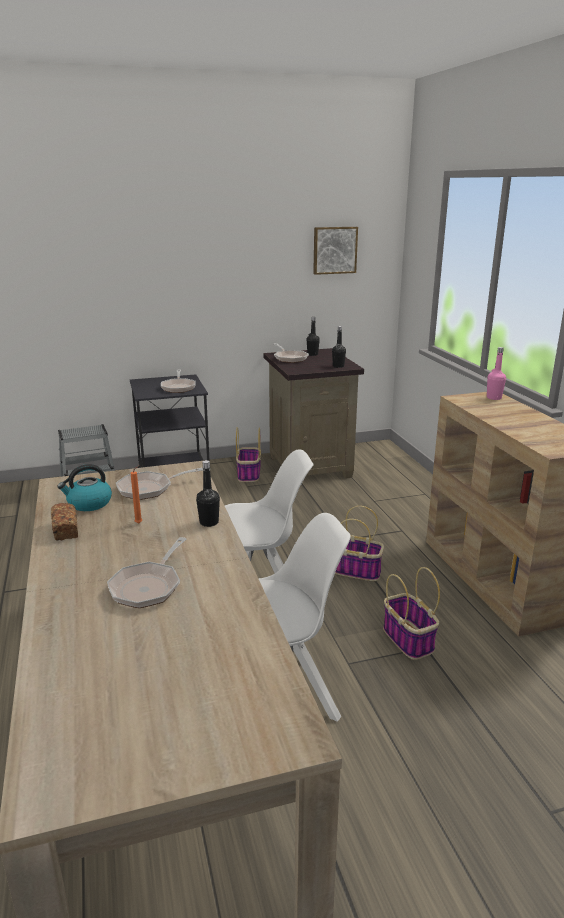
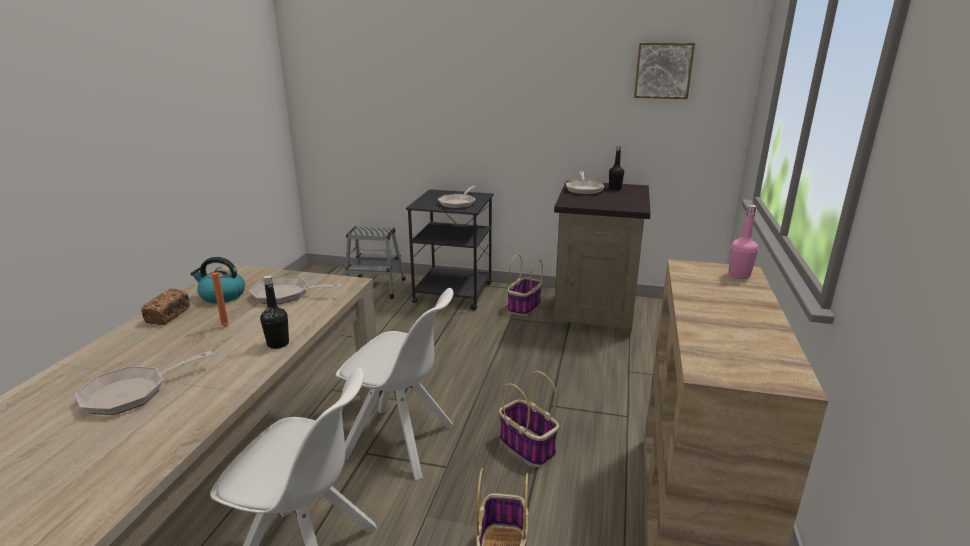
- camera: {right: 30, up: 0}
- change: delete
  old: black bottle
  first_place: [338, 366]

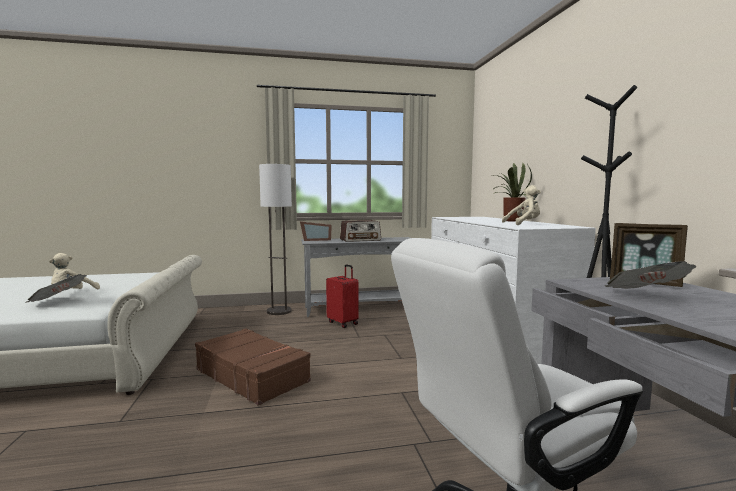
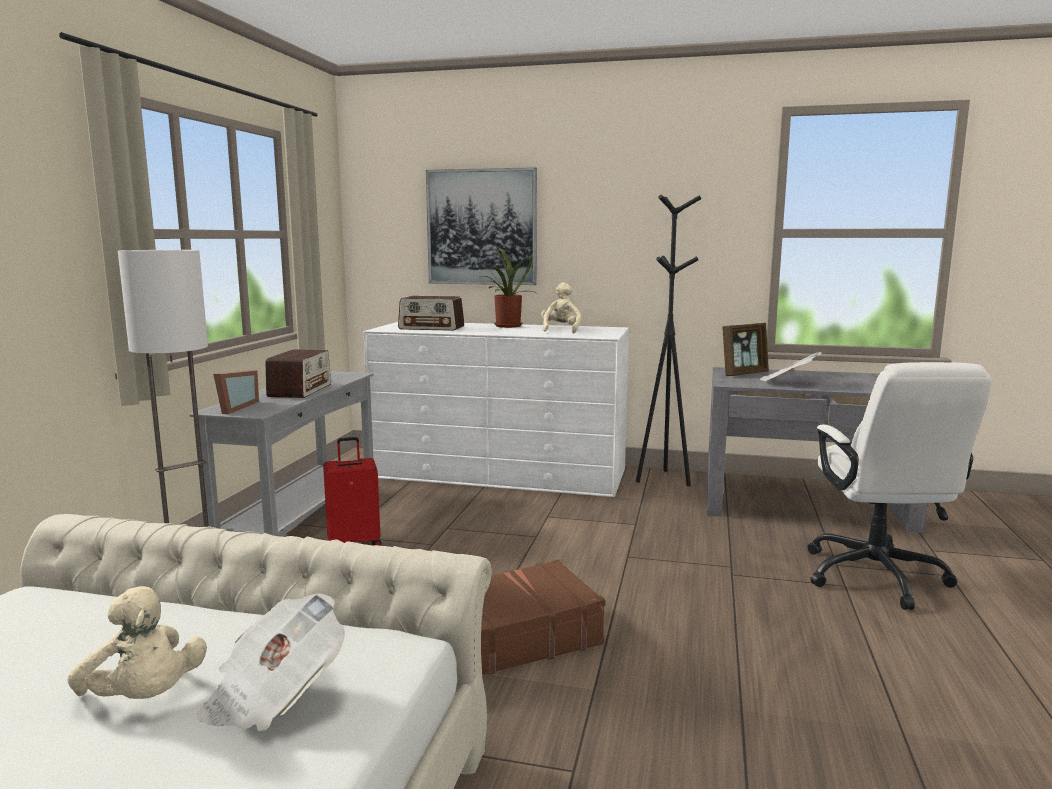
- camera: {right: -65, up: 5}
- change: insert
  new: picture
  second_place: [482, 227]
- change: insert
  new: radio
  second_place: [432, 328]

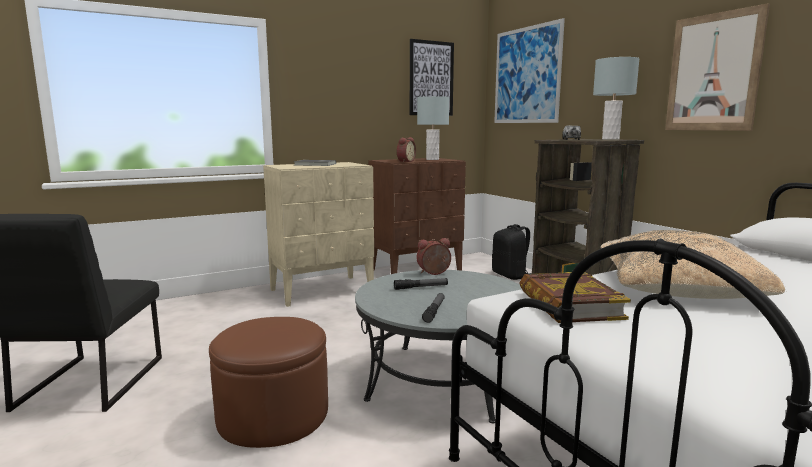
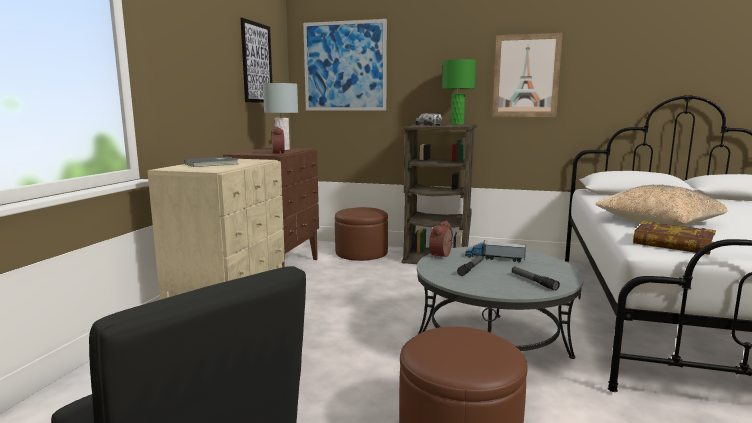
- camera: {right: -45, up: 0}
- change: recolor
  old: grey table lamp
  new: green table lamp
  first_place: [611, 139]
  second_place: [457, 124]
- change: replace
  old: black backpack
  new: brown ottoman
  first_place: [510, 275]
  second_place: [361, 253]
- change: insert
  new: toy truck
  second_place: [494, 258]

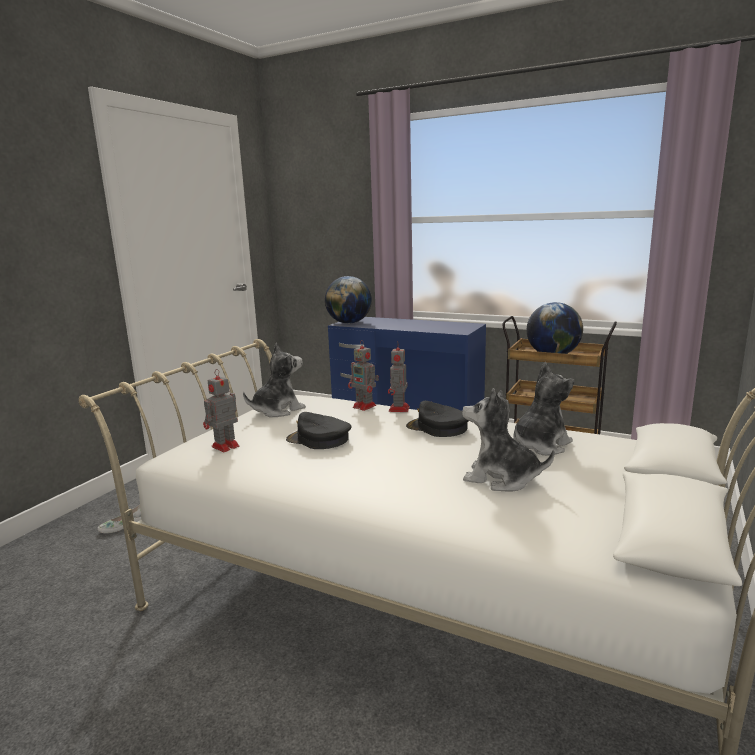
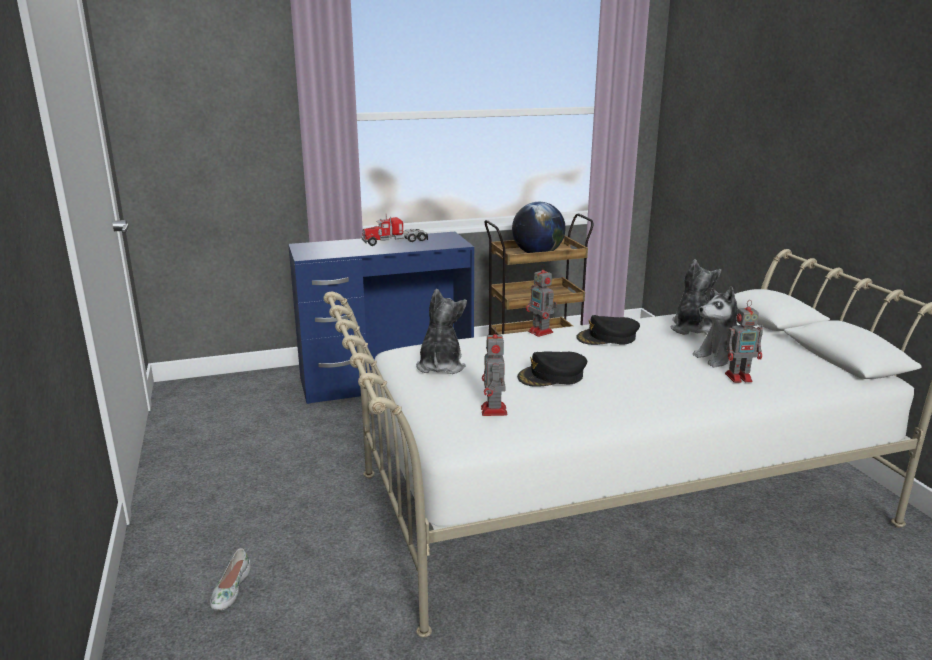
- camera: {right: -45, up: 5}
- change: delete
  old: globe
  first_place: [349, 323]
- change: move
  old: toy robot
  first_place: [365, 406]
  second_place: [739, 377]
- change: insert
  new: toy truck
  second_place: [395, 241]

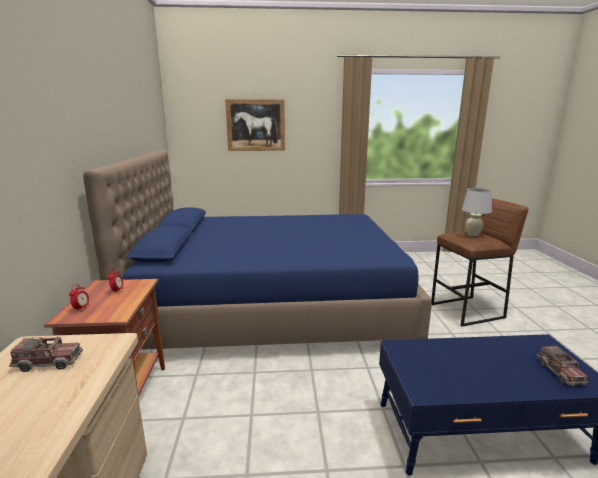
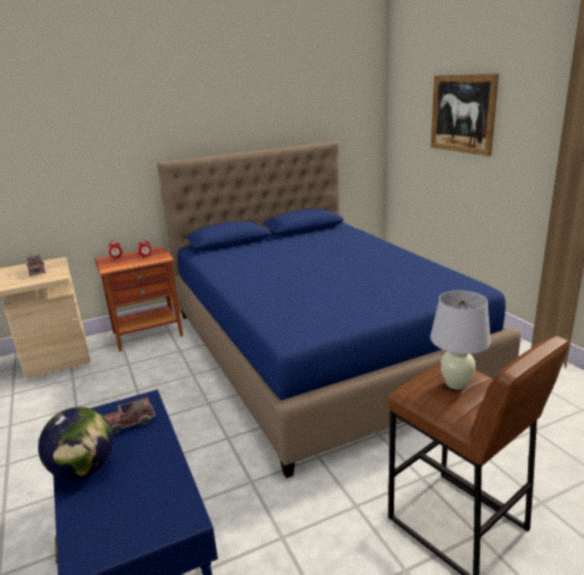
- camera: {right: 70, up: 5}
- change: move
  old: toy truck
  first_place: [560, 372]
  second_place: [130, 422]
- change: insert
  new: globe
  second_place: [84, 470]

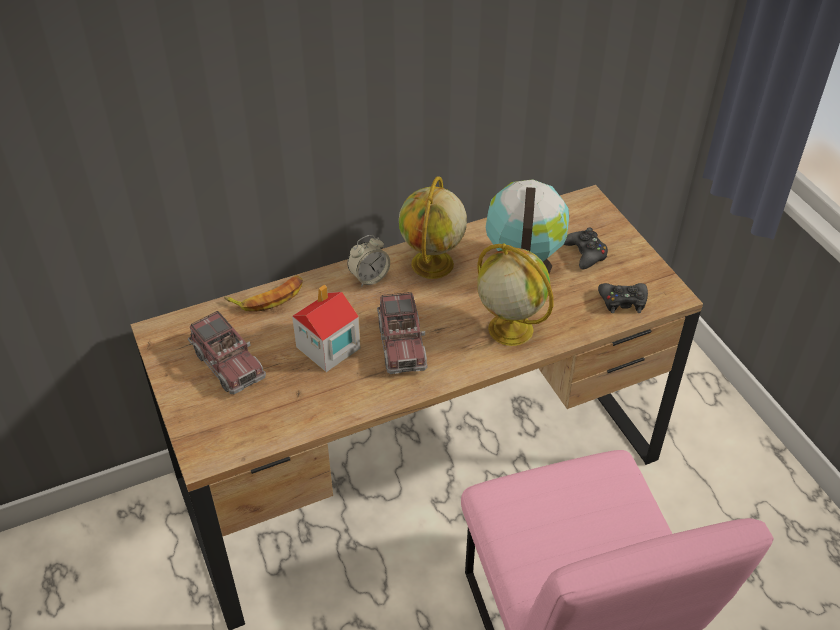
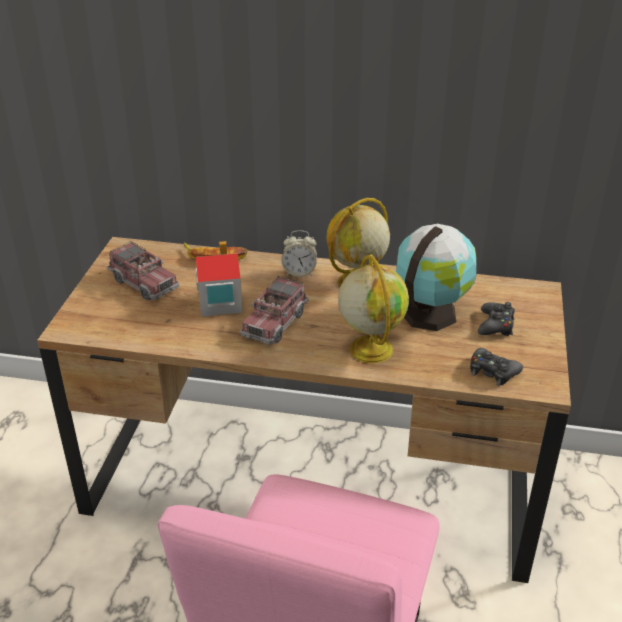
- camera: {right: 35, up: -10}
- change: rotate
  old: toy truck
  first_place: [228, 363]
  second_place: [144, 283]
  degrees: -45

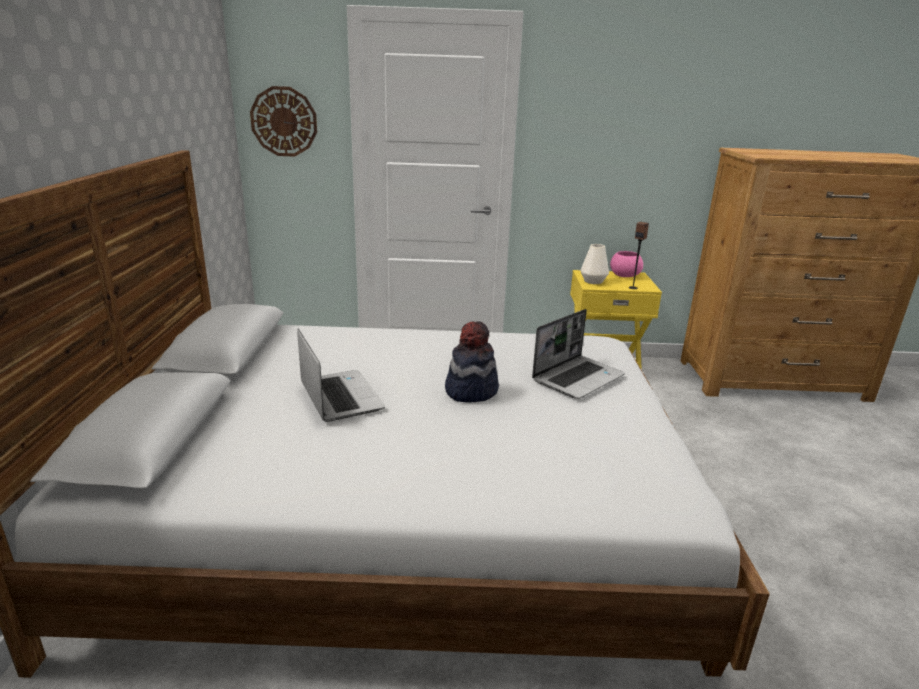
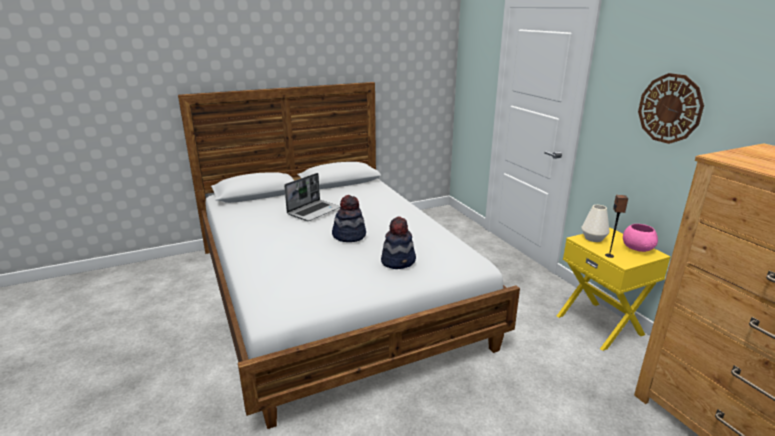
- camera: {right: 65, up: 0}
- change: move
  old: wall clock
  first_place: [284, 121]
  second_place: [670, 108]
- change: replace
  old: laptop
  new: hat
  first_place: [578, 378]
  second_place: [398, 261]

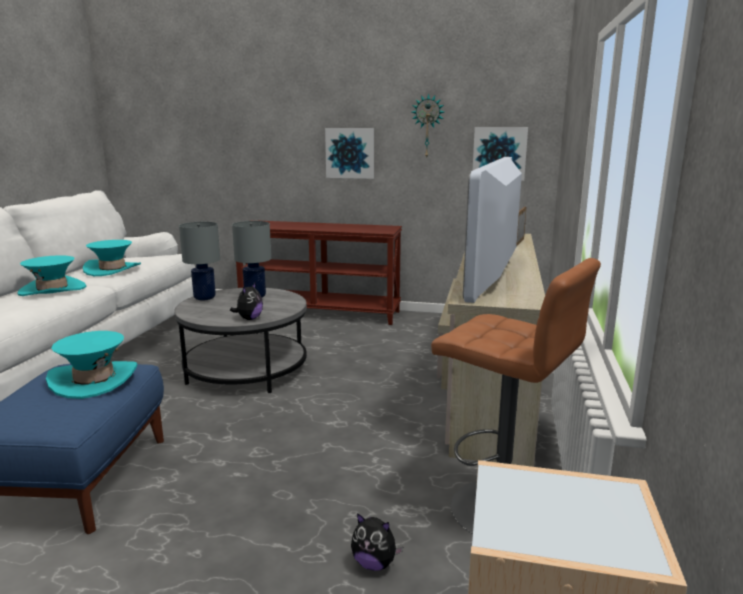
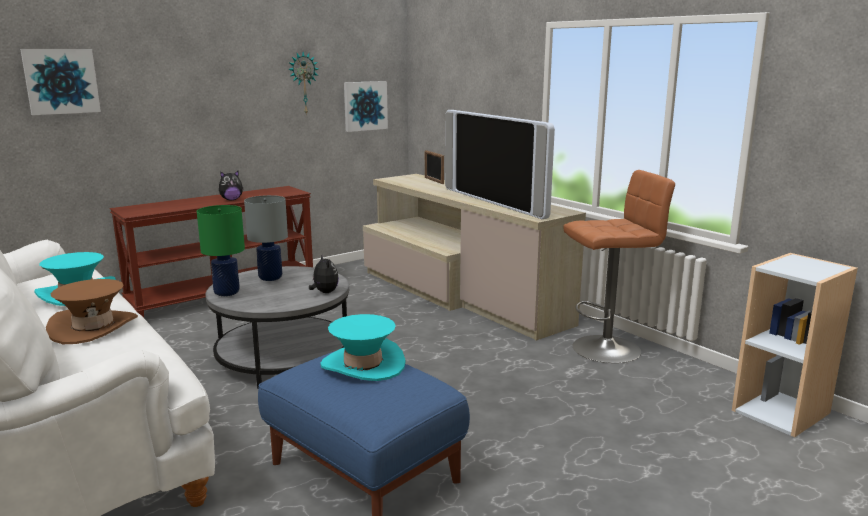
- camera: {right: -50, up: 0}
- change: move
  old: picture
  first_place: [350, 153]
  second_place: [61, 81]
- change: recolor
  old: grey table lamp
  new: green table lamp
  first_place: [205, 298]
  second_place: [227, 294]
- change: recolor
  old: turquoise hat
  new: brown hat
  first_place: [52, 290]
  second_place: [93, 327]
- change: move
  old: plush toy
  first_place: [374, 563]
  second_place: [231, 200]

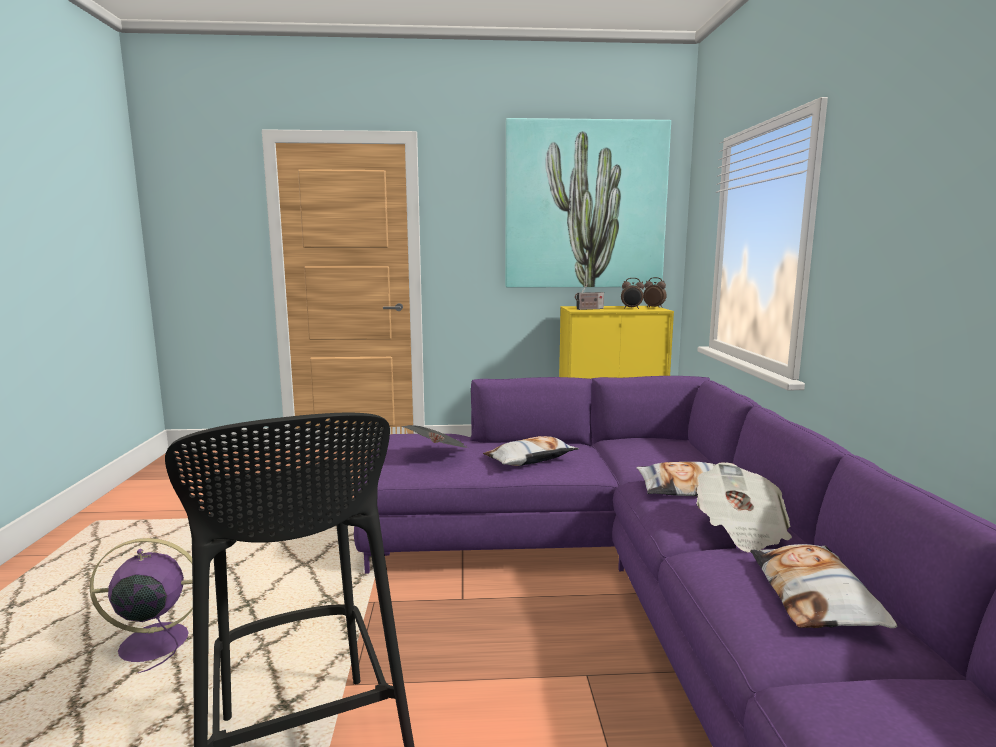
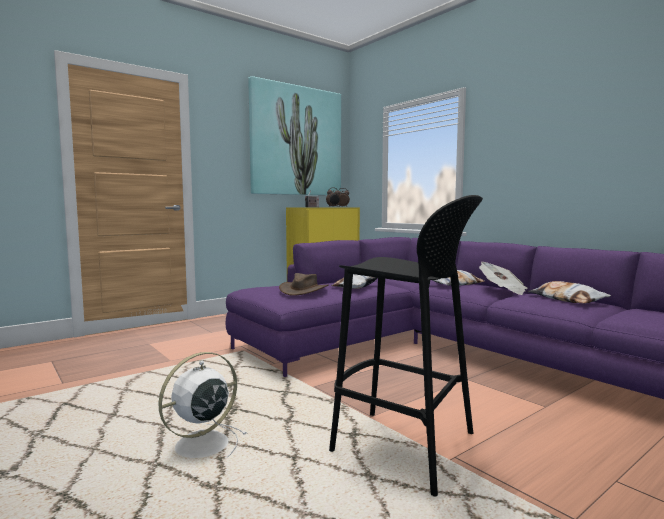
- camera: {right: -35, up: -5}
- change: replace
  old: newspaper
  new: brown hat
  first_place: [438, 454]
  second_place: [303, 290]
- change: recolor
  old: purple fan
  new: white fan
  first_place: [150, 643]
  second_place: [199, 446]

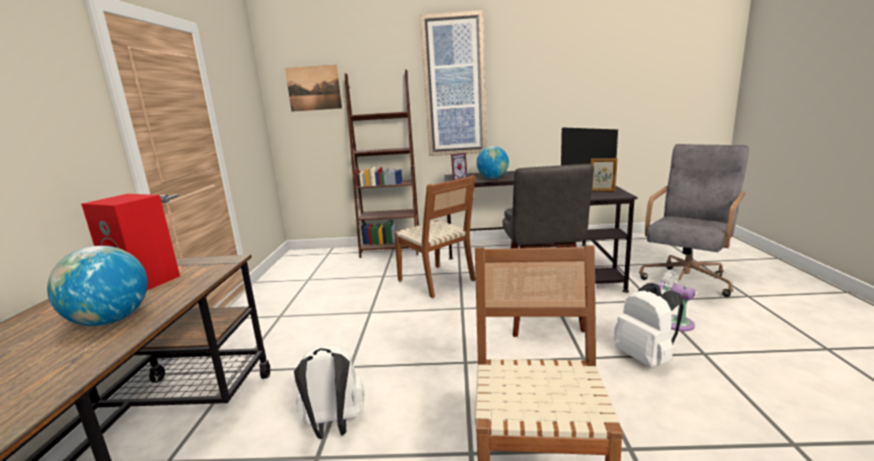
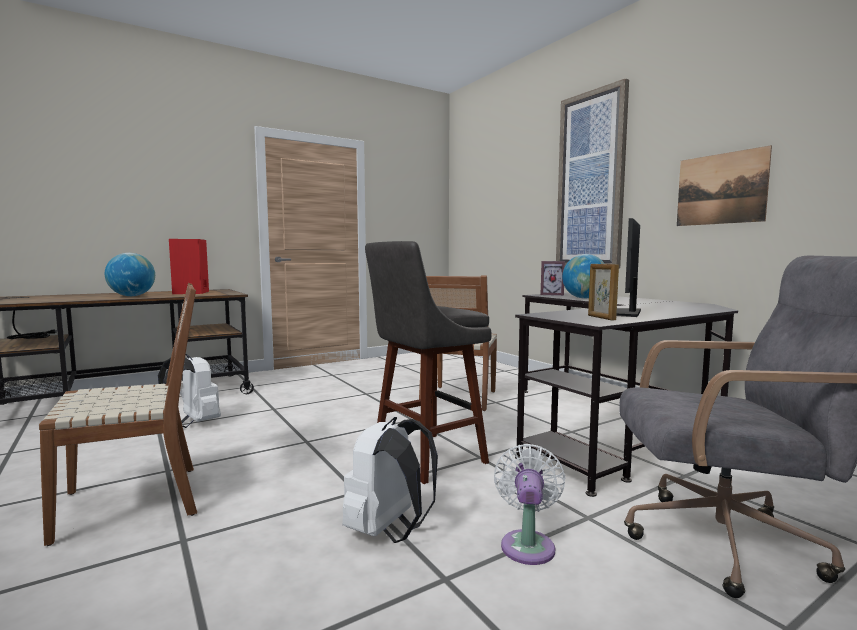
- camera: {right: 55, up: -10}
- change: move
  old: picture
  first_place: [314, 88]
  second_place: [720, 189]
- change: delete
  old: brown bookcase
  first_place: [390, 250]

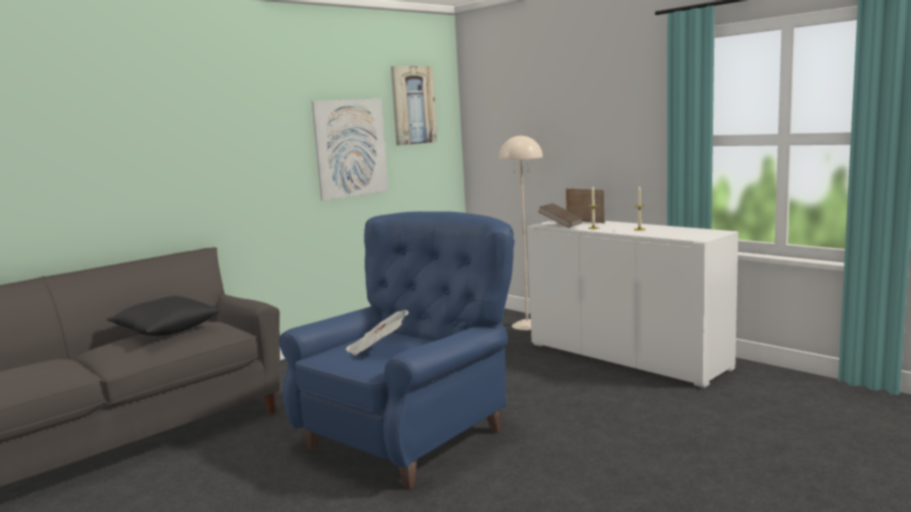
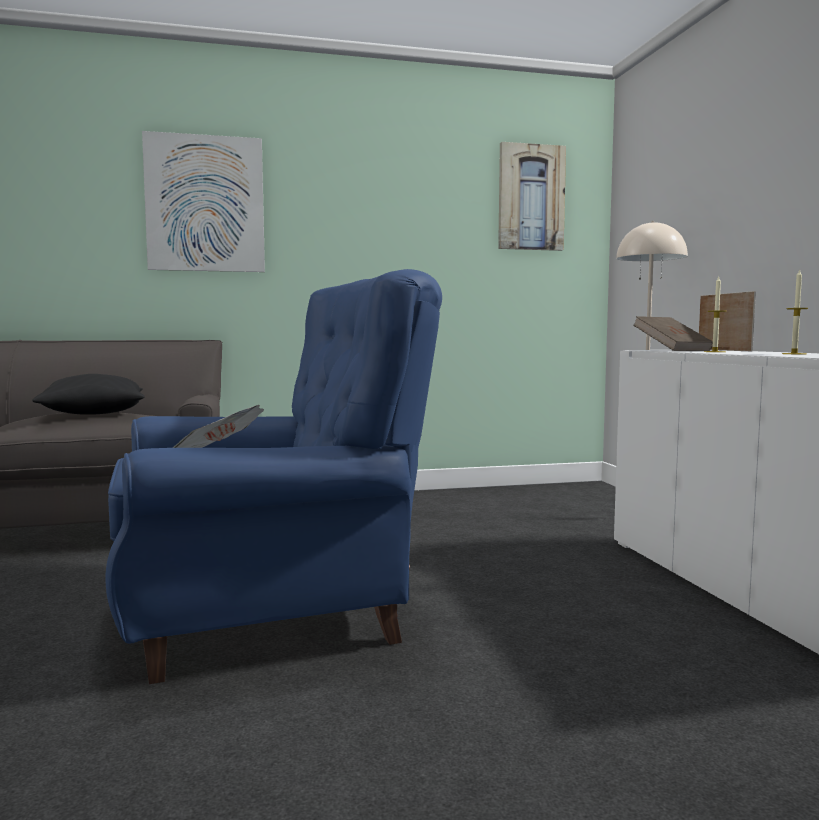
- camera: {right: 30, up: -5}
- change: move
  old: picture
  first_place: [351, 148]
  second_place: [205, 204]

